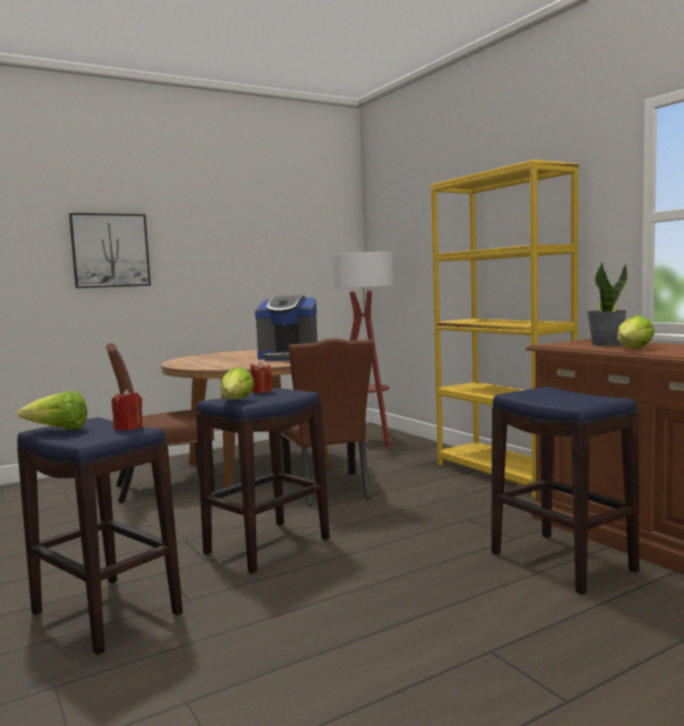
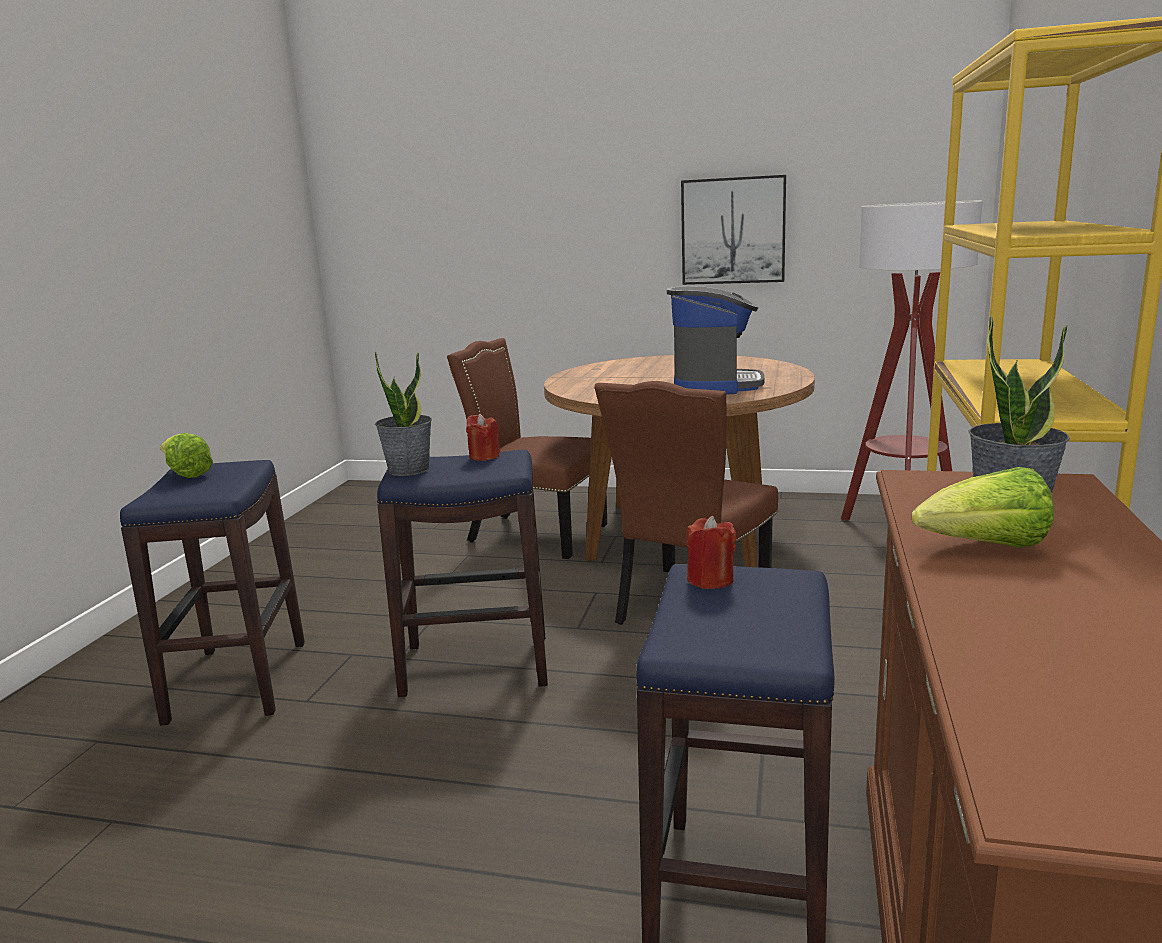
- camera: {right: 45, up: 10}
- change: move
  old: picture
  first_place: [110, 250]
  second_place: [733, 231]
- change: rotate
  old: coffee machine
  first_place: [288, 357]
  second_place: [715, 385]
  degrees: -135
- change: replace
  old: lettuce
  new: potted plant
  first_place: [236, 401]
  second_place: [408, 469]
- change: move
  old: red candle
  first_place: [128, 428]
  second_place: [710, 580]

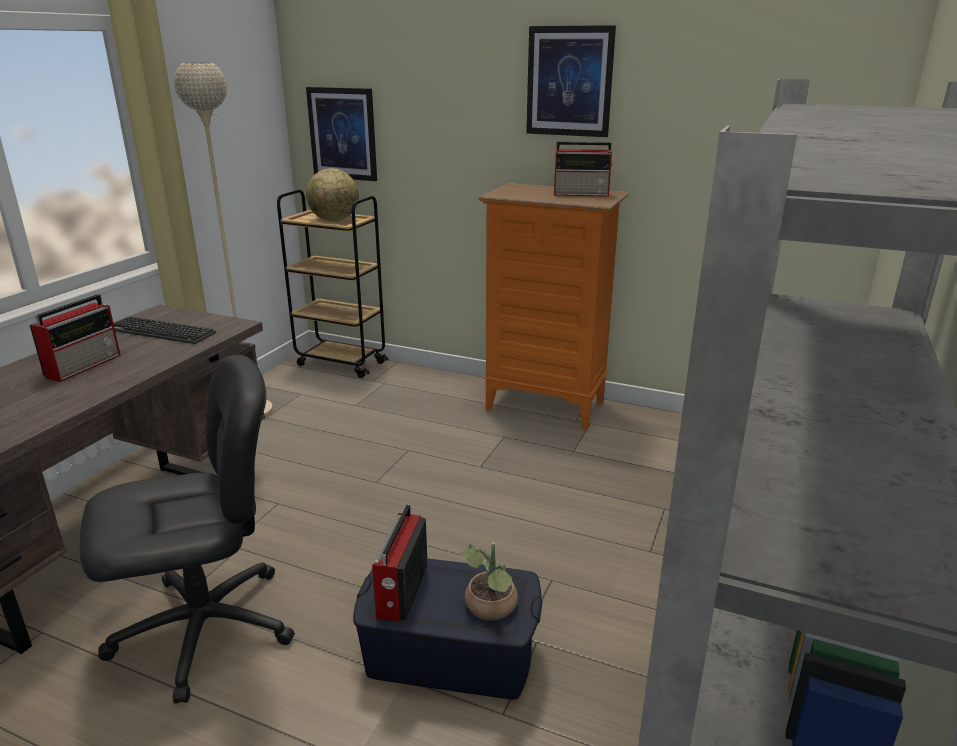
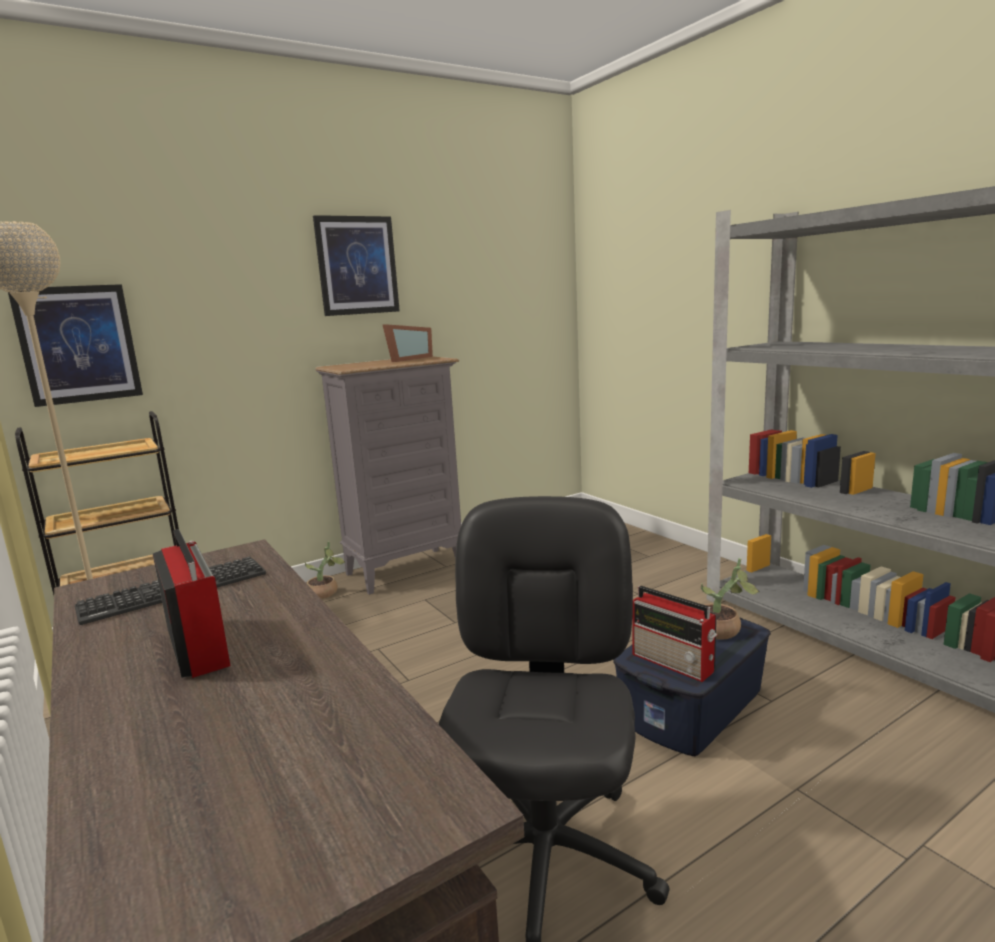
- camera: {right: -55, up: -10}
- change: replace
  old: radio
  new: picture frame
  first_place: [582, 194]
  second_place: [406, 359]
- change: delete
  old: globe
  first_place: [335, 220]
- change: recolor
  old: orange dresser
  new: grey dresser
  first_place: [546, 407]
  second_place: [408, 570]
- change: insert
  new: potted plant
  second_place: [326, 593]

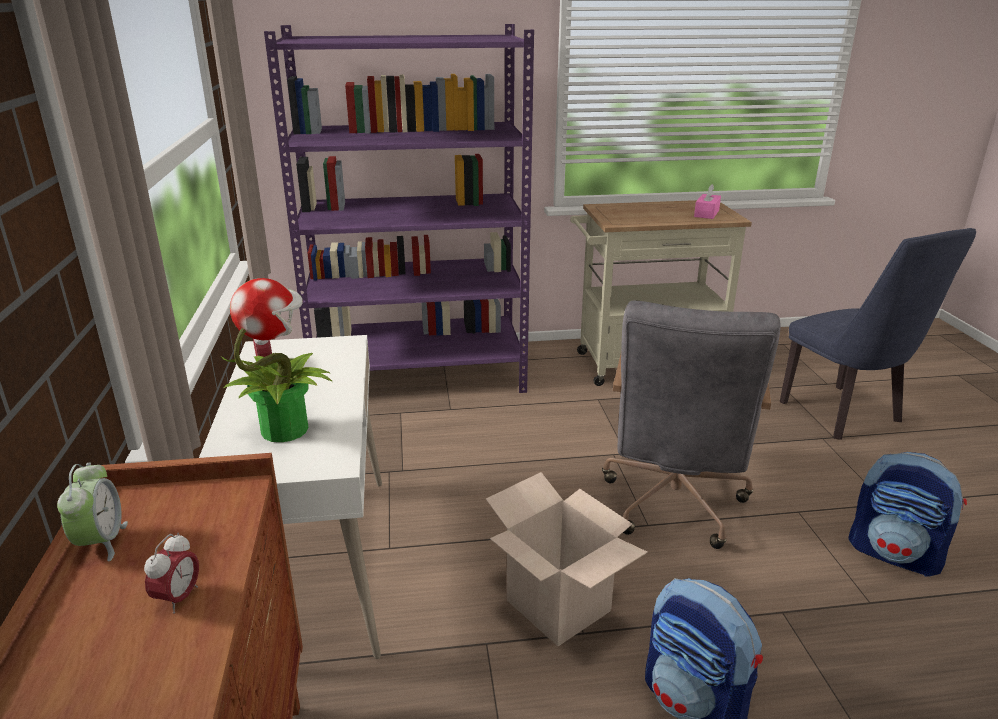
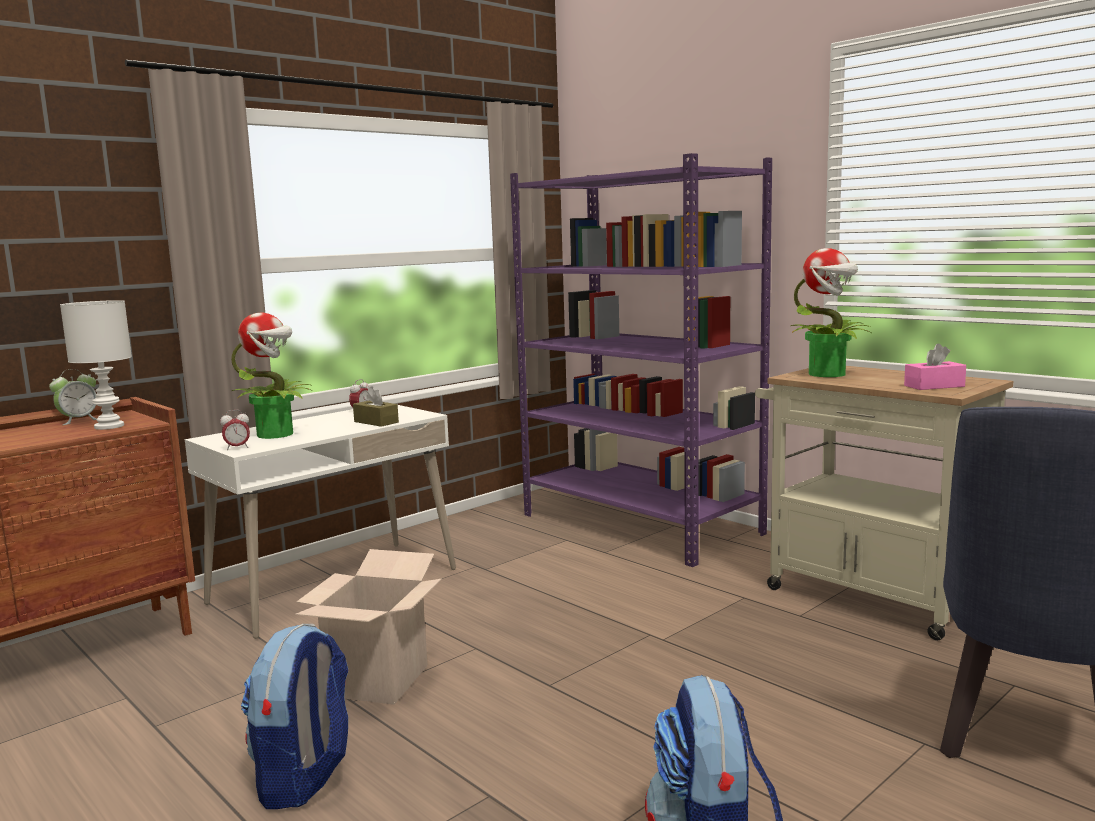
- camera: {right: 55, up: -15}
- change: delete
  old: grey office chair
  first_place: [673, 509]
- change: move
  old: alarm clock
  first_place: [178, 598]
  second_place: [237, 448]
- change: insert
  new: potted plant
  second_place: [828, 374]
- change: insert
  new: white table lamp
  second_place: [108, 427]
- change: insert
  new: brown tissue box
  second_place: [376, 422]

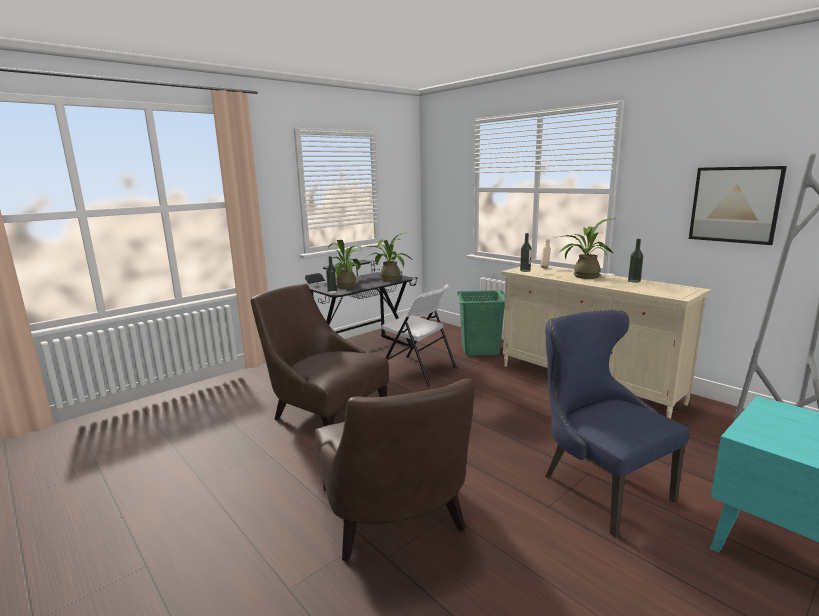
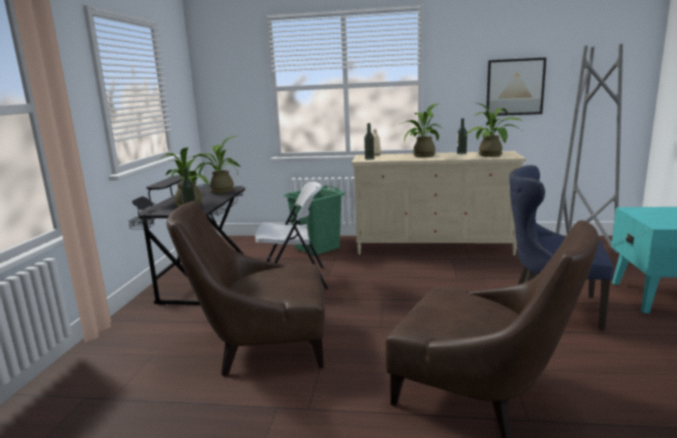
- camera: {right: -40, up: 0}
- change: insert
  new: potted plant
  second_place: [492, 155]

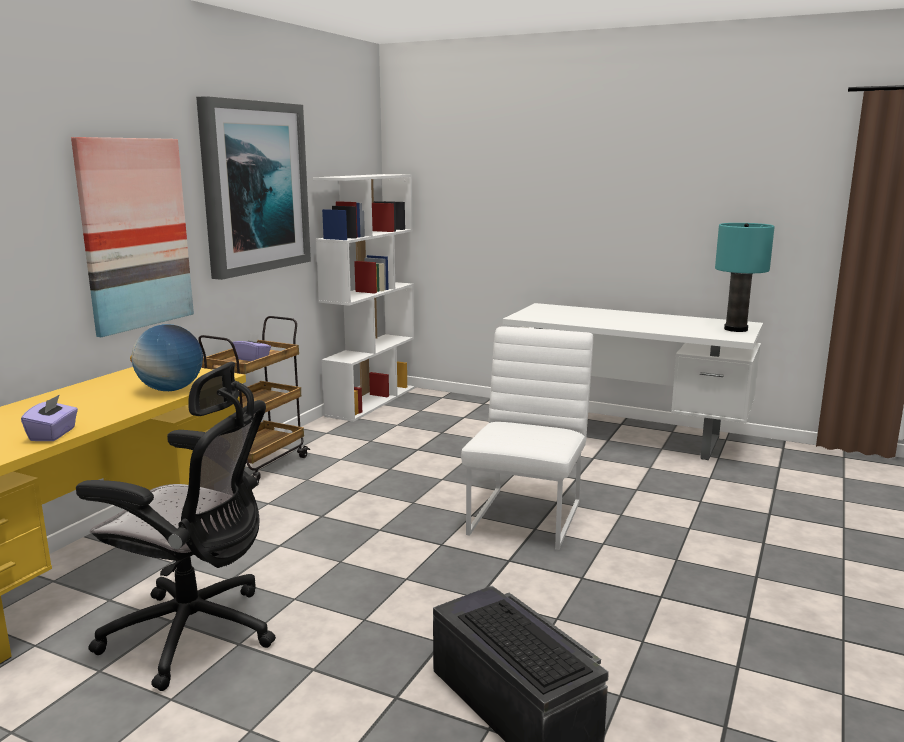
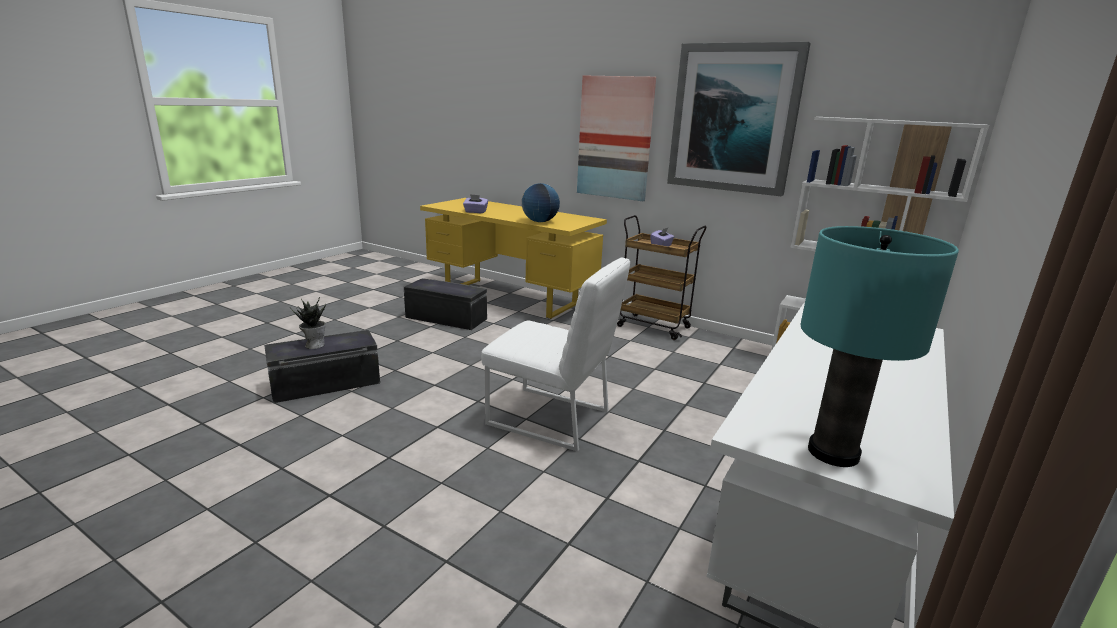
- camera: {right: 95, up: 5}
- change: replace
  old: office chair
  new: black storage box
  first_place: [193, 632]
  second_place: [446, 318]
- change: replace
  old: keyboard
  new: potted plant
  first_place: [520, 642]
  second_place: [314, 345]

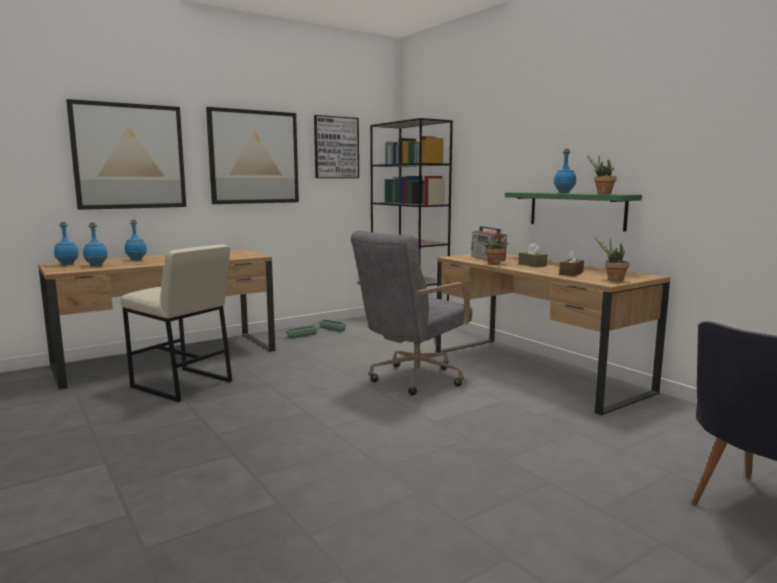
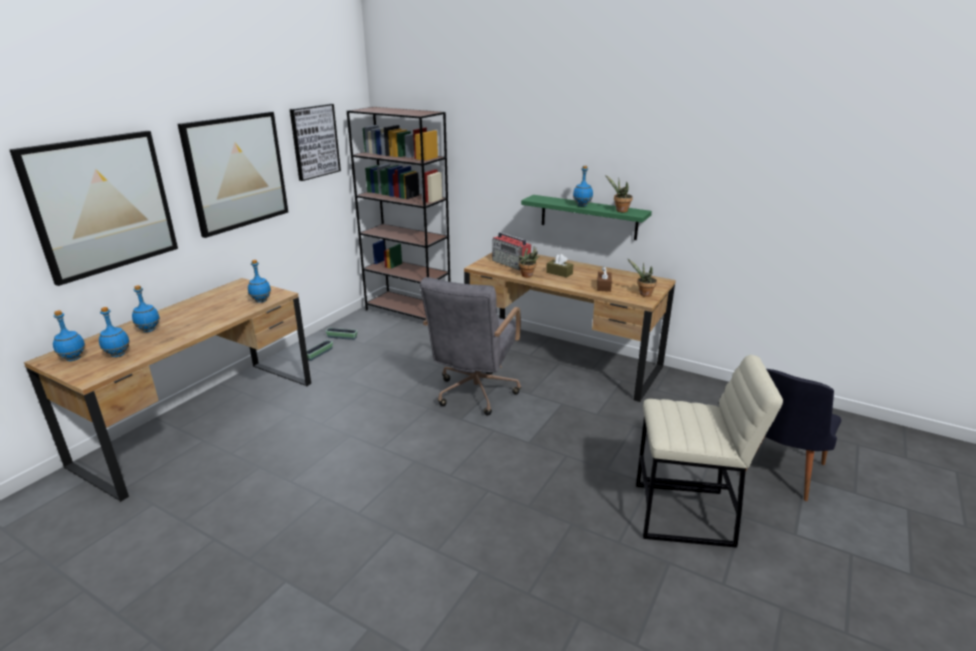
- camera: {right: -25, up: 15}
- change: move
  old: beige chair
  first_place: [183, 384]
  second_place: [686, 514]
- change: insert
  new: blue bottle
  second_place: [261, 301]

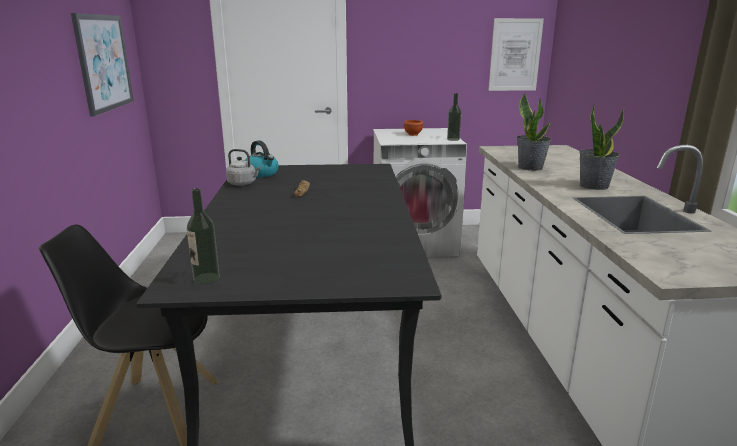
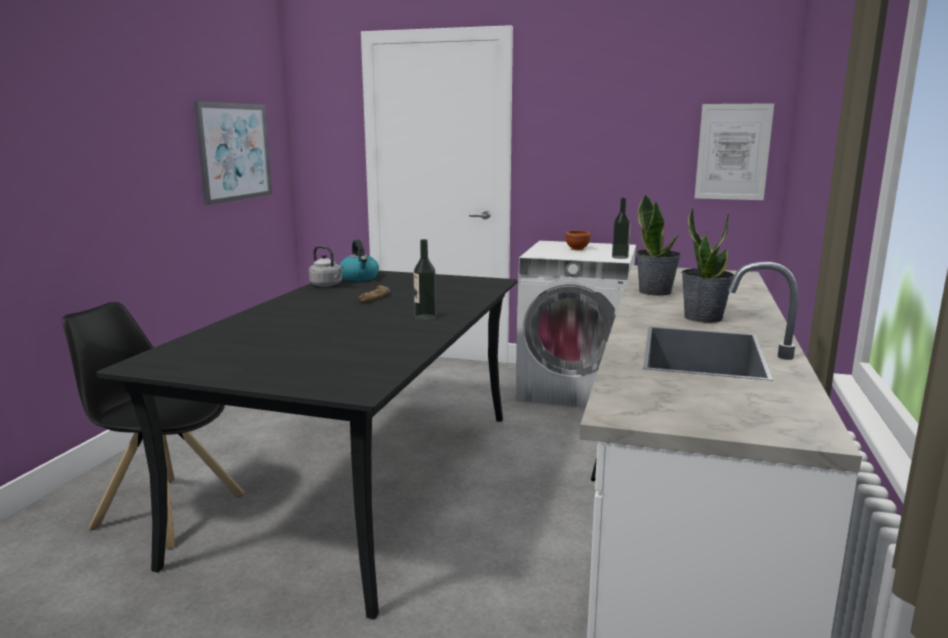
- camera: {right: 20, up: -5}
- change: move
  old: bottle
  first_place: [206, 278]
  second_place: [425, 317]

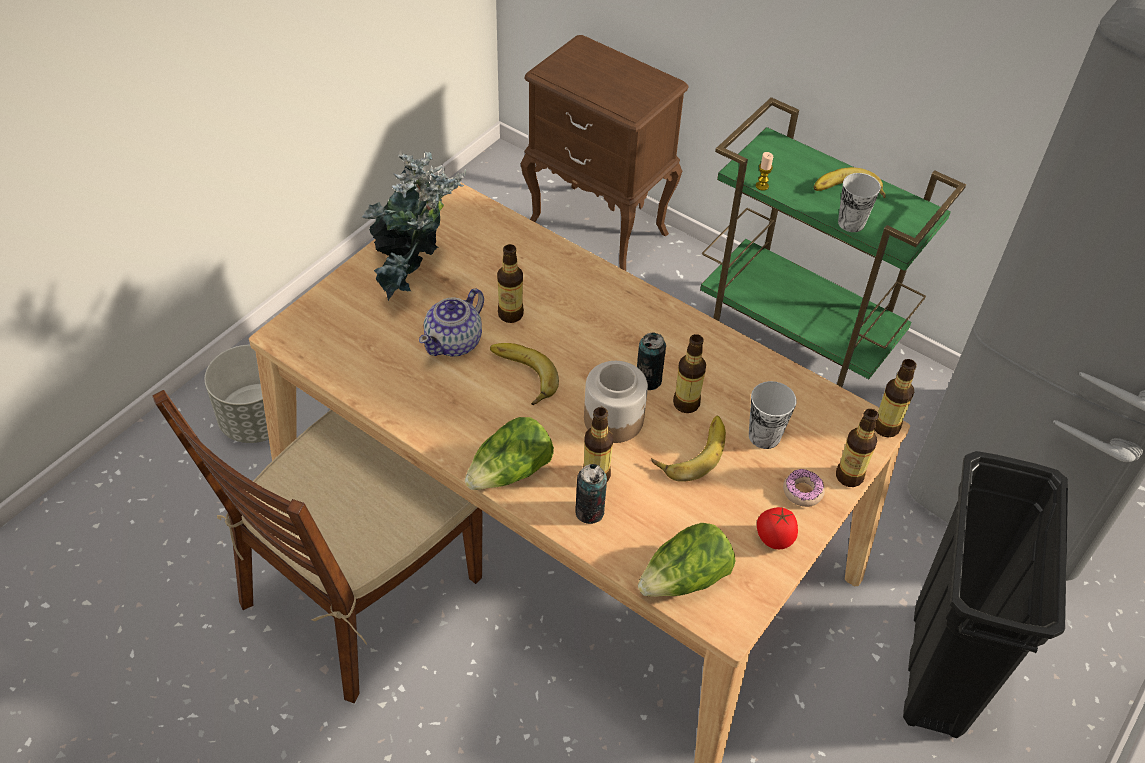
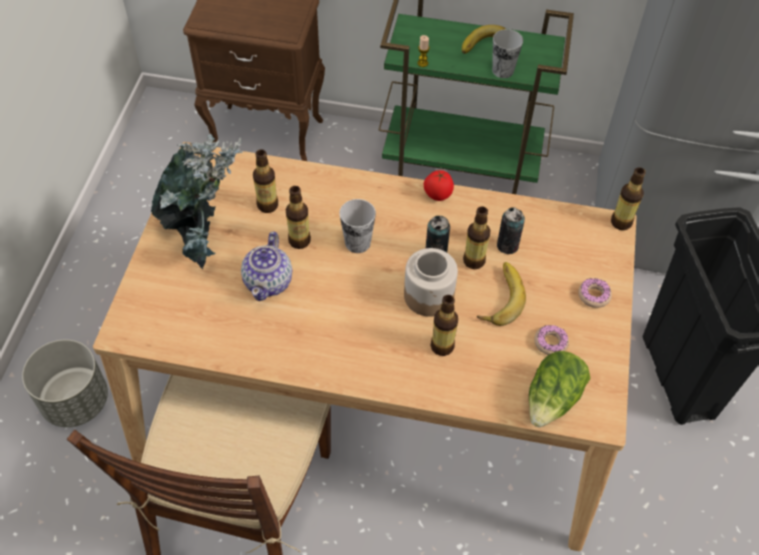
- camera: {right: -25, up: 5}
- change: delete
  old: banana
  first_place: [520, 377]
- change: move
  old: cup
  first_place: [764, 436]
  second_place: [357, 243]
- change: move
  old: bottle
  first_place: [849, 476]
  second_place: [267, 205]
- change: delete
  old: lettuce
  first_place: [510, 472]
- change: move
  old: can
  first_place: [589, 512]
  second_place: [507, 246]
- change: move
  old: tomato
  first_place: [774, 539]
  second_place: [437, 195]
- change: insert
  new: donut
  second_place: [550, 342]

